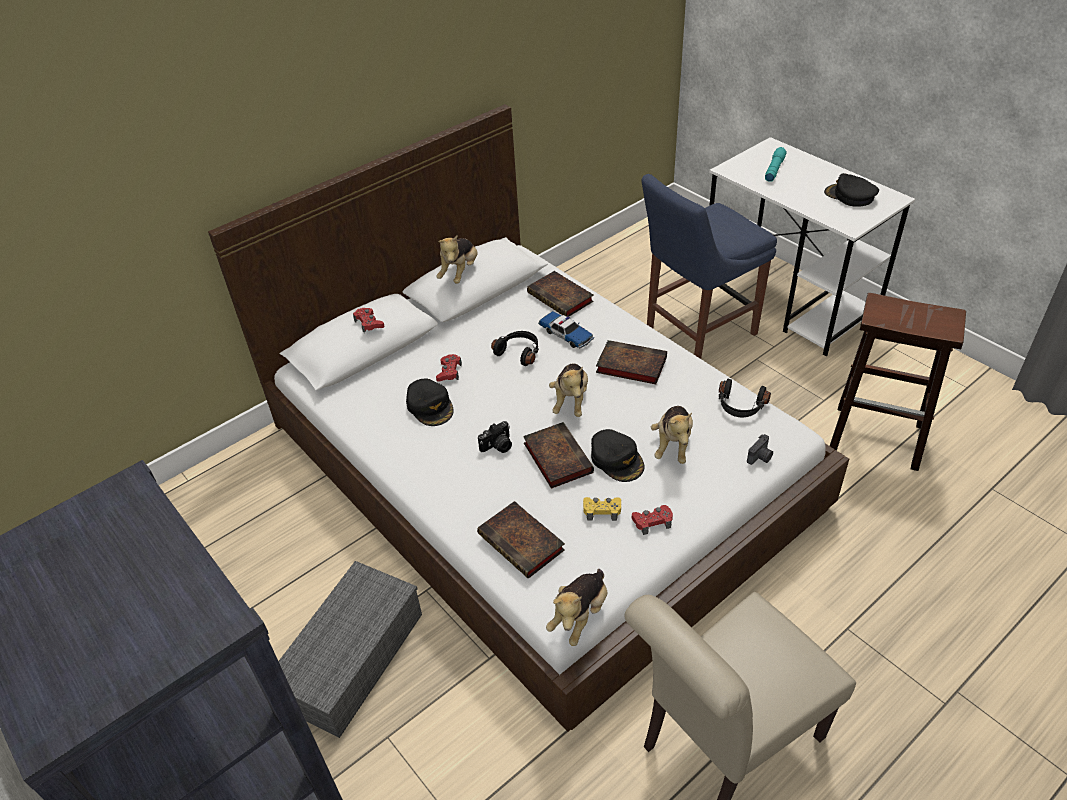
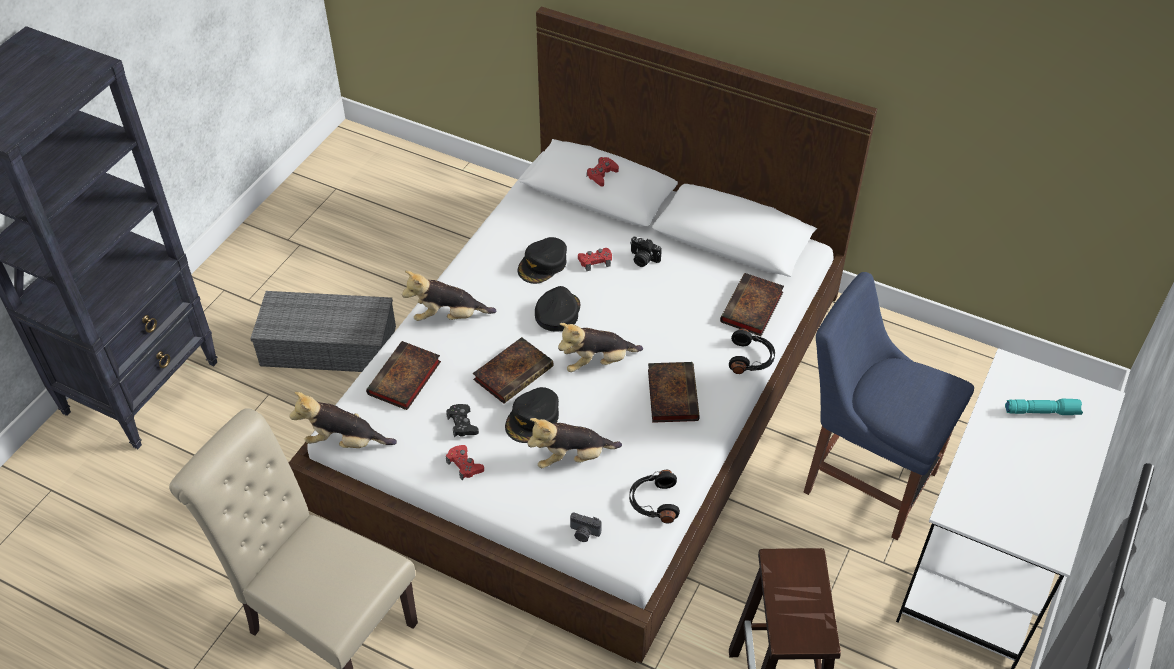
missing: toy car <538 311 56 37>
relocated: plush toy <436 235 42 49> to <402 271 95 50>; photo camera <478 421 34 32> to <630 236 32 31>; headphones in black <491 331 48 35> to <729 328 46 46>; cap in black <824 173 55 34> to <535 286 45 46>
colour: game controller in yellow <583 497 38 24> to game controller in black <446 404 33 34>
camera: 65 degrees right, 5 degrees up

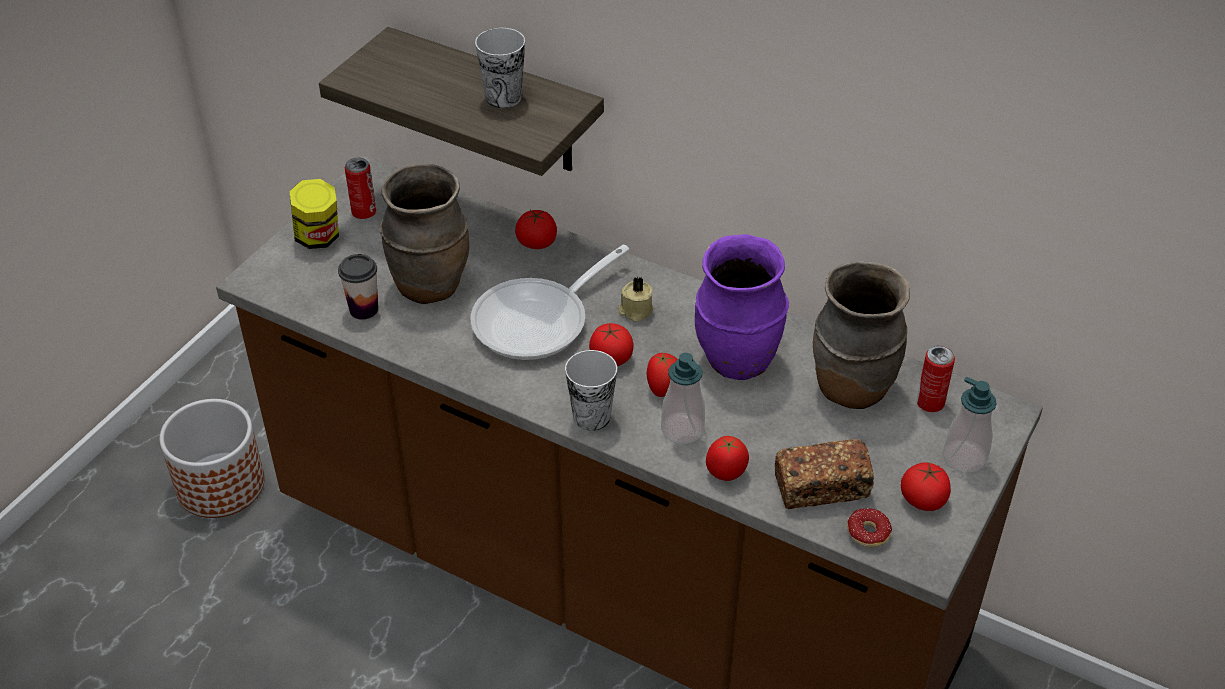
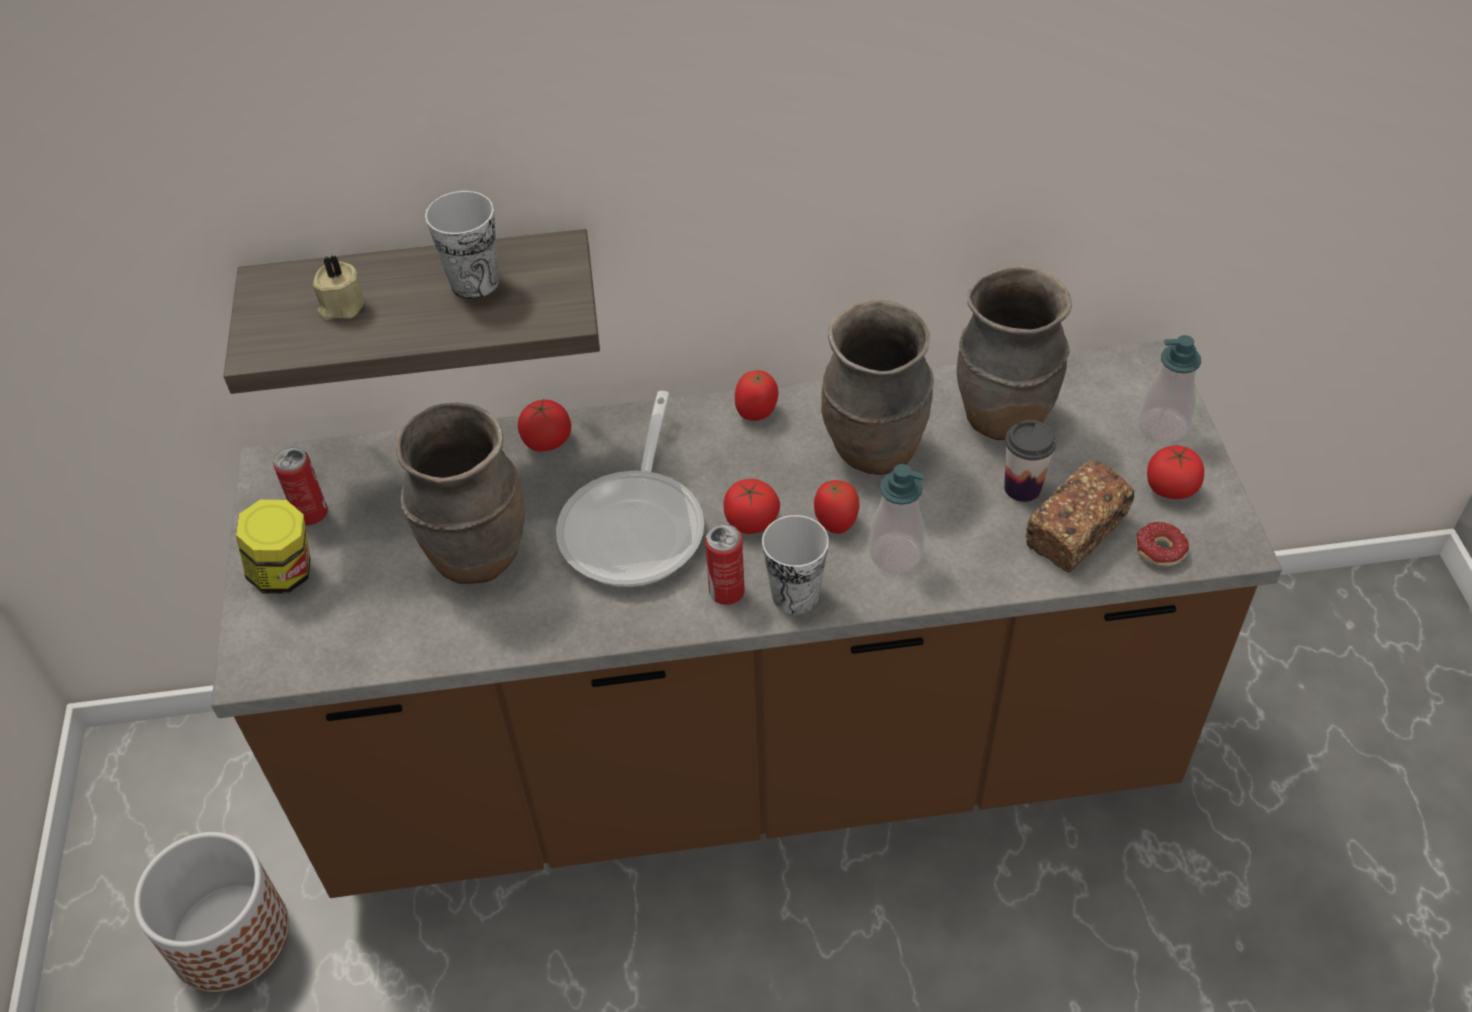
relocated: cup <338 254 40 66> to <1004 420 52 82>; candle in beige <619 276 34 46> to <313 255 51 64>; tomato <706 436 43 45> to <735 370 44 51>; can <916 346 39 66> to <705 524 40 81>
colour: vase in purple <695 234 94 146> to vase in brown <821 299 113 176>
camera: 35 degrees left, 5 degrees up

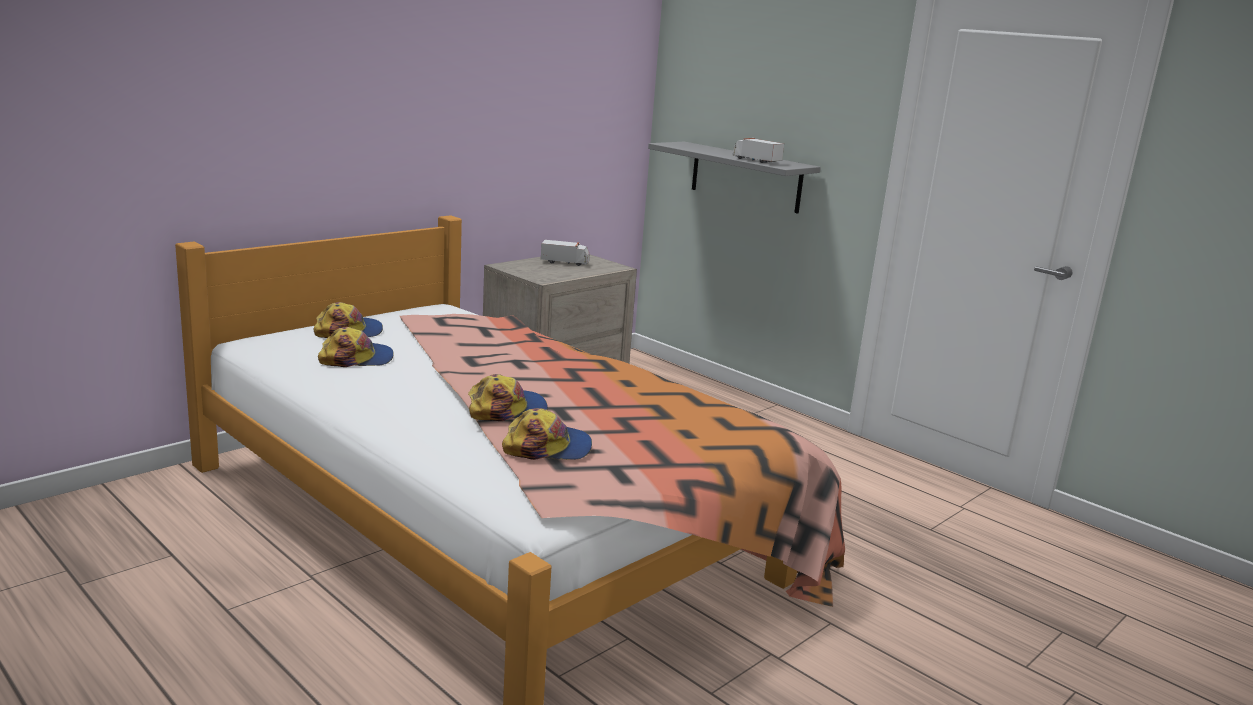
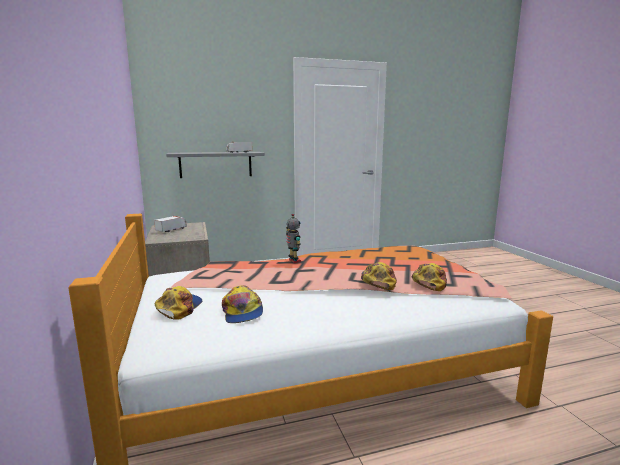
appeared: toy robot <286 214 15 49>
spun: cap <318 327 76 40> = <222 285 41 38> 150 degrees clockwise
camera: 60 degrees left, 5 degrees down

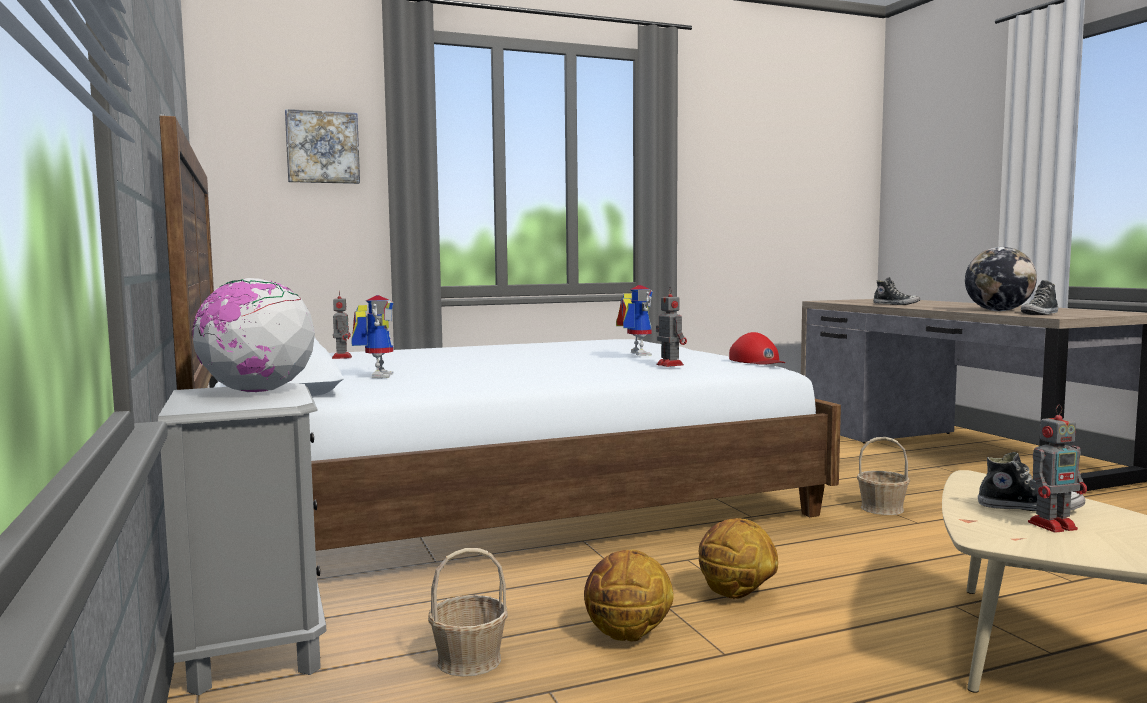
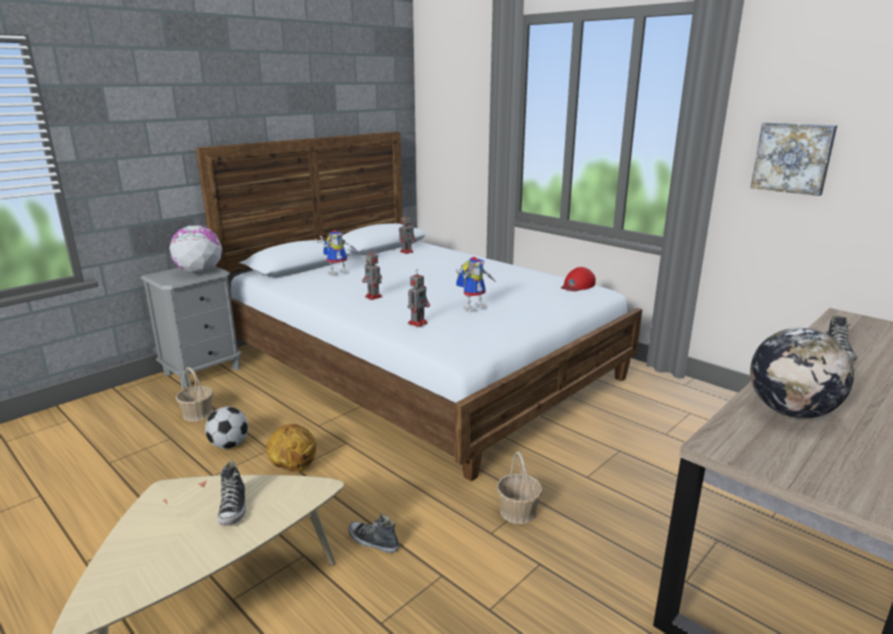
relocated: picture <285 109 75 75> to <751 122 86 74>; cap in red <729 332 56 33> to <561 267 35 24>; shoe <1021 280 37 35> to <348 514 51 39>; toy robot <1028 404 59 129> to <362 248 20 52>
exchanged: basketball <584 550 90 92> to football <205 406 43 43>
camera: 65 degrees right, 15 degrees up

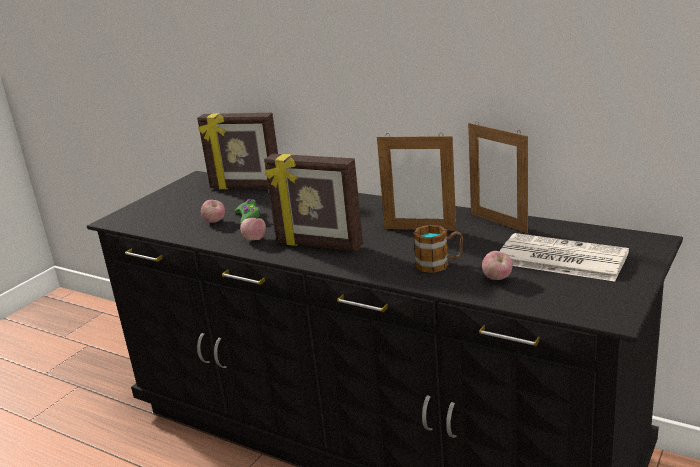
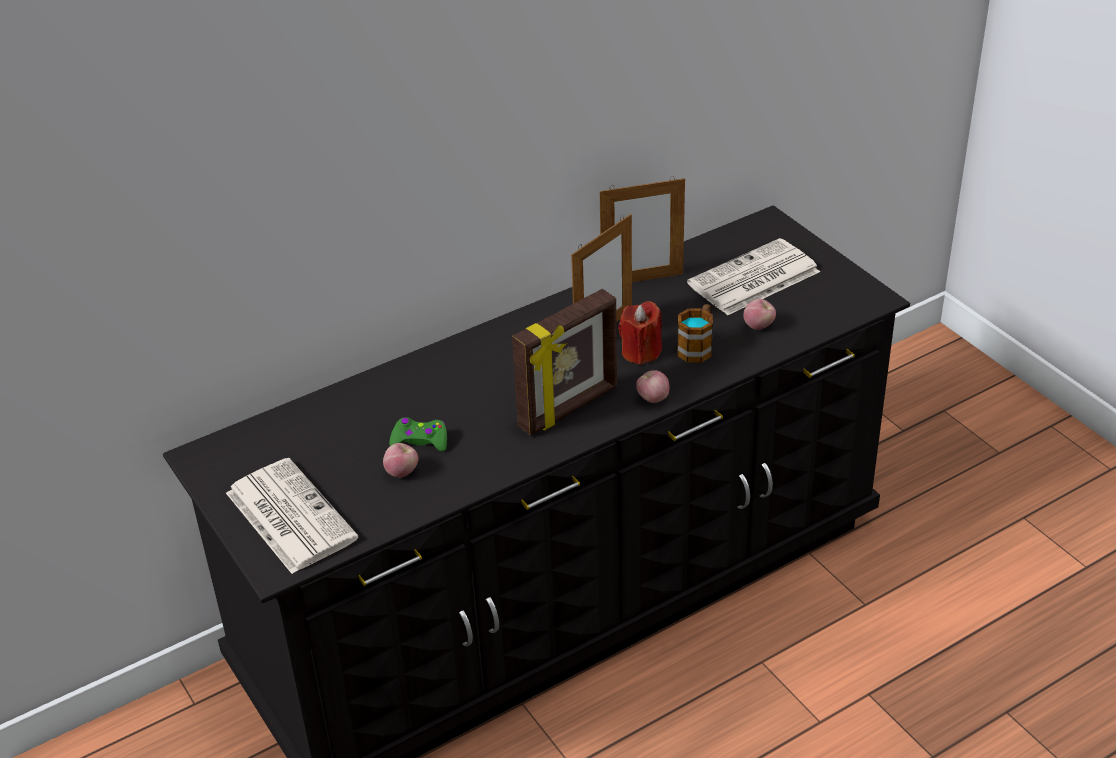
missing: picture frame <197 113 81 76>
appeared: newspaper <226 458 133 116>; candle in red <618 301 44 64>
relocated: apple <240 218 26 22> to <636 370 33 33>
camera: 65 degrees left, 15 degrees up

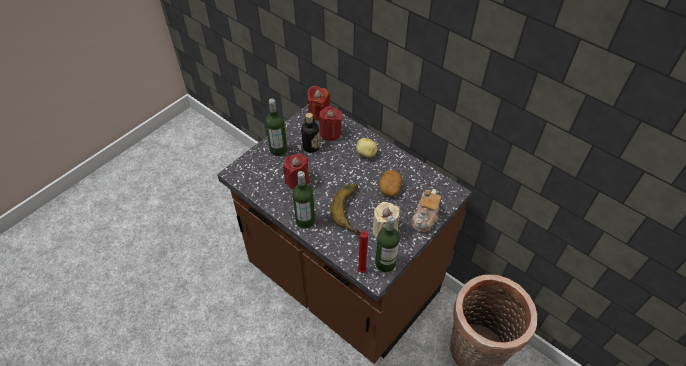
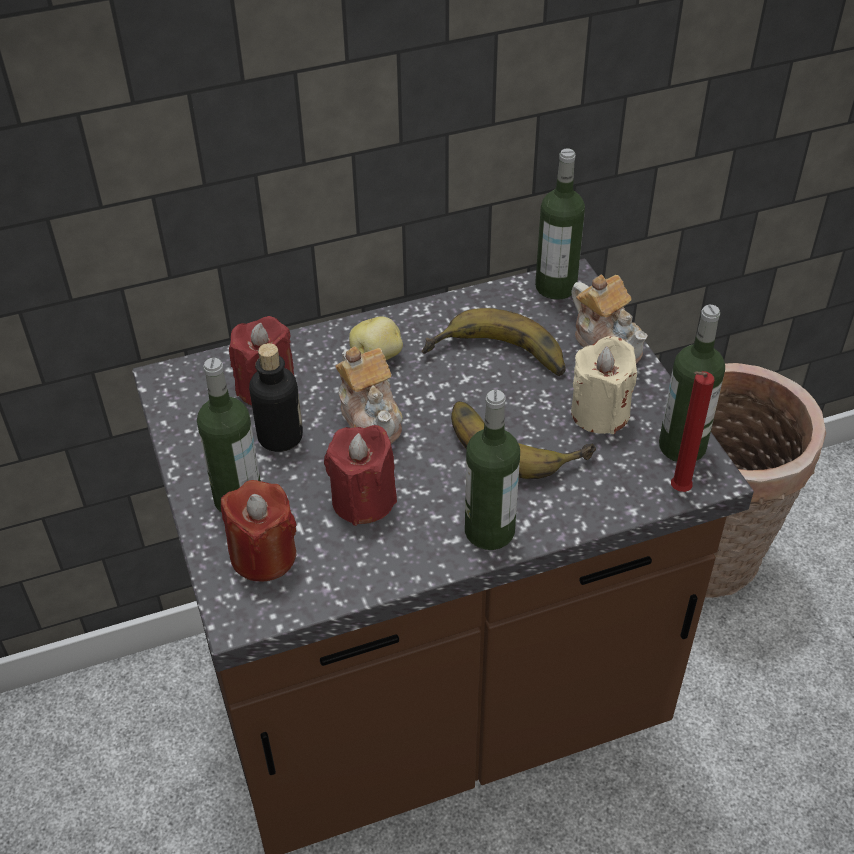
appeared: teapot <335 346 68 98>; bottle <535 148 50 152>
relocated: candle in red <307 85 23 35> to <221 480 76 102>
exchanged: potato <379 170 23 27> to banana <422 308 144 68>
camera: 60 degrees left, 5 degrees down

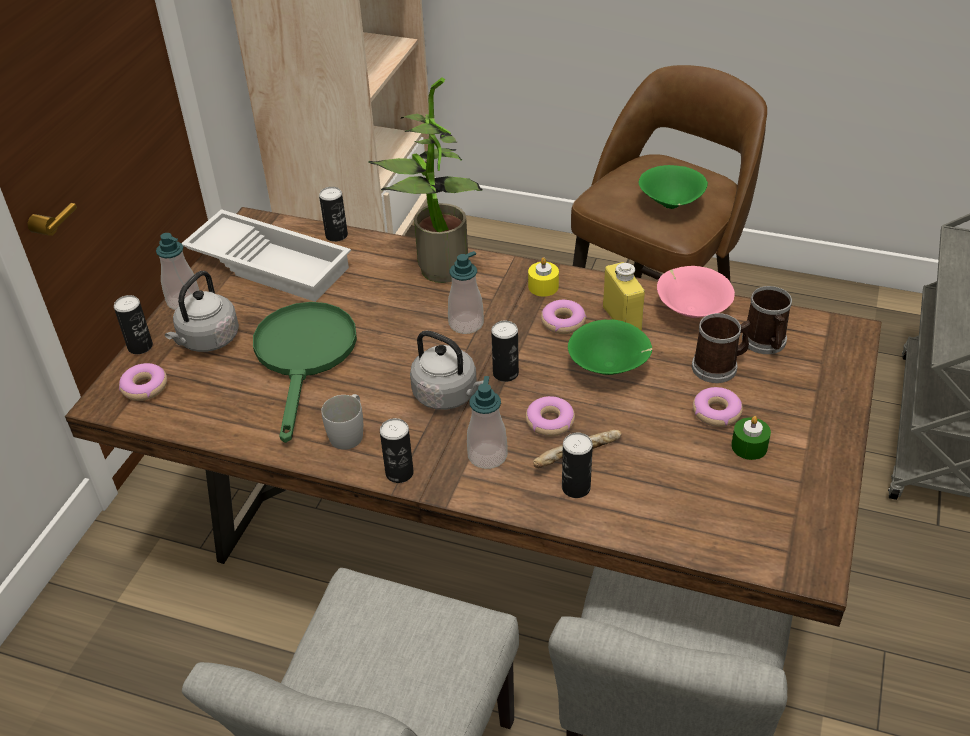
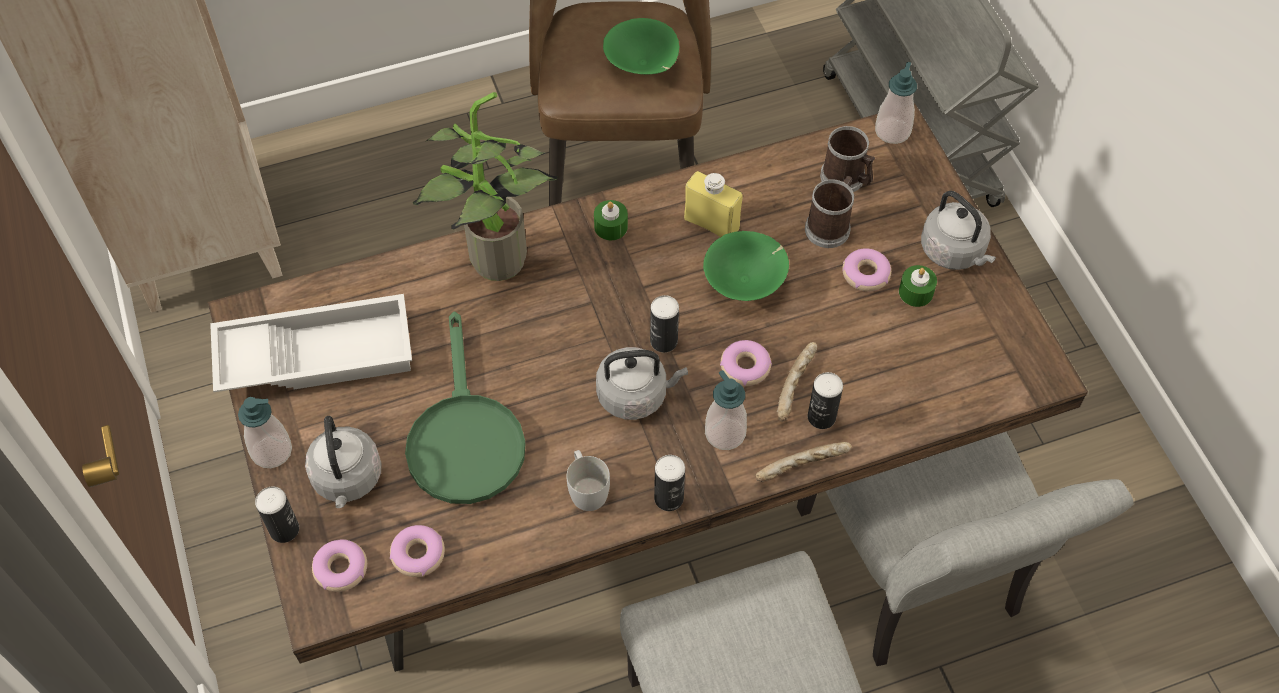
missing: can <319 187 29 55>; bowl in pink <657 266 78 52>
appeared: bread <756 442 96 40>; kettle in grey <921 191 75 79>
relocated: soap dispenser <448 251 36 83> to <875 62 42 82>; donut <541 300 45 34> to <390 525 55 52>
colour: candle in yellow <528 257 31 40> to candle in green <594 200 34 40>
spun: frying pan in green <253 302 104 141> = <405 311 121 193> 150 degrees counterclockwise
camera: 40 degrees left, 15 degrees up

